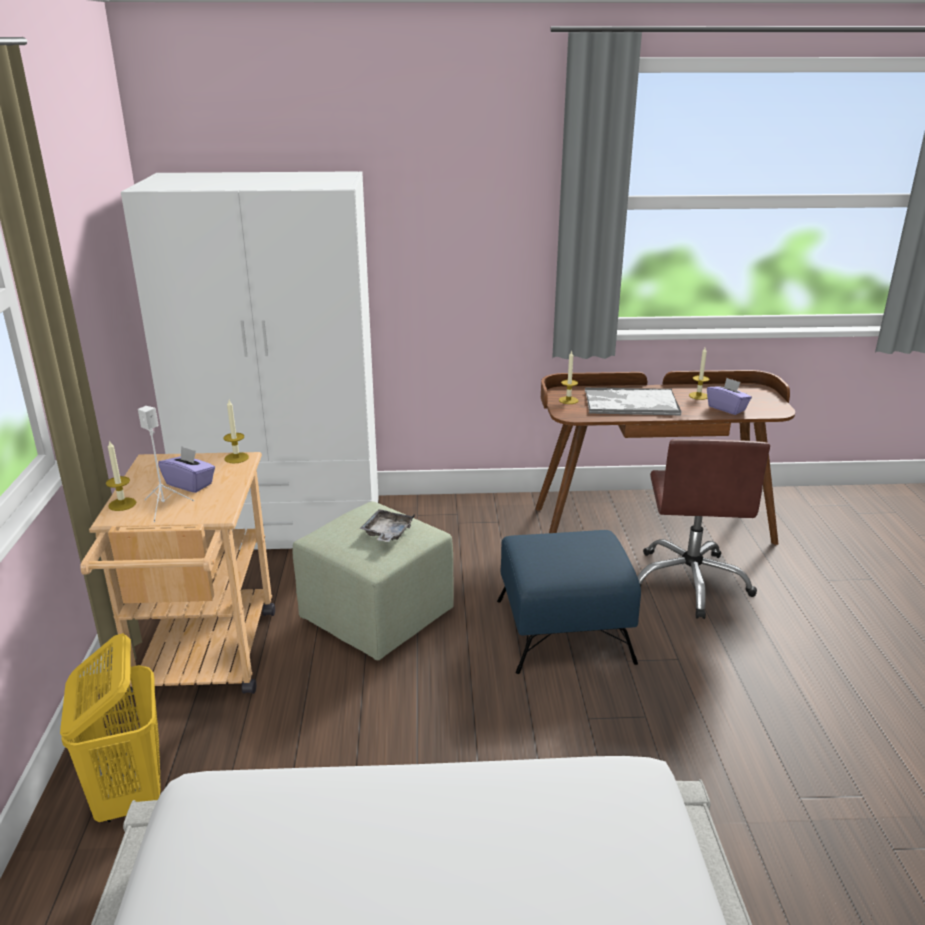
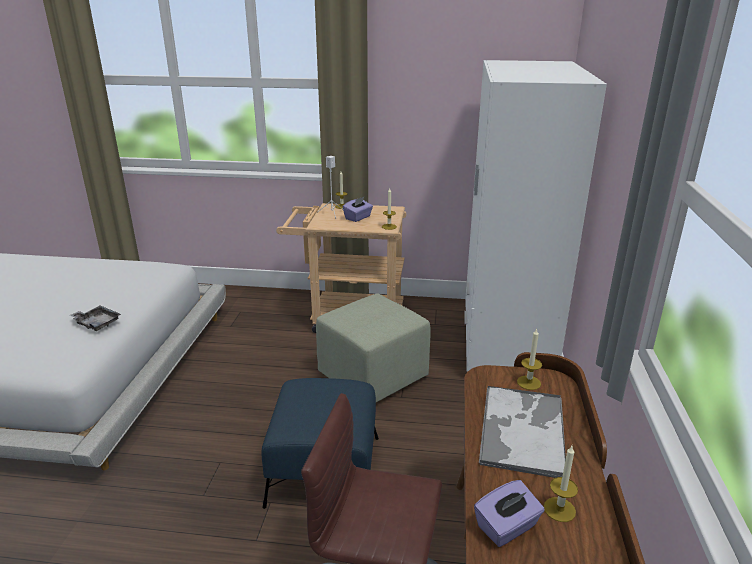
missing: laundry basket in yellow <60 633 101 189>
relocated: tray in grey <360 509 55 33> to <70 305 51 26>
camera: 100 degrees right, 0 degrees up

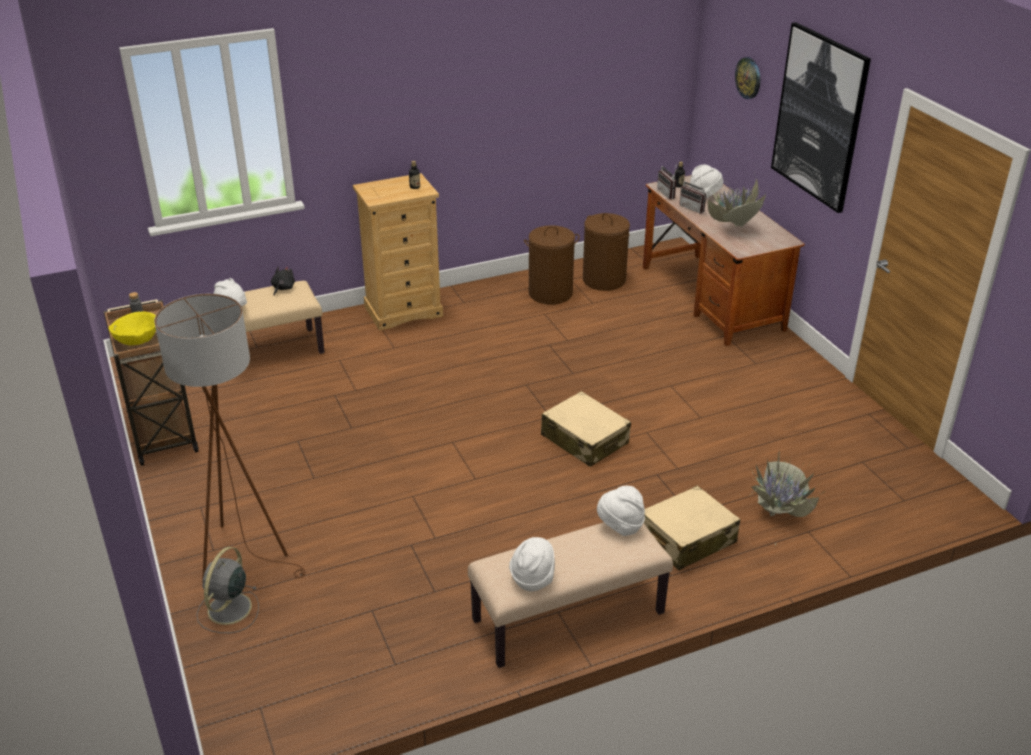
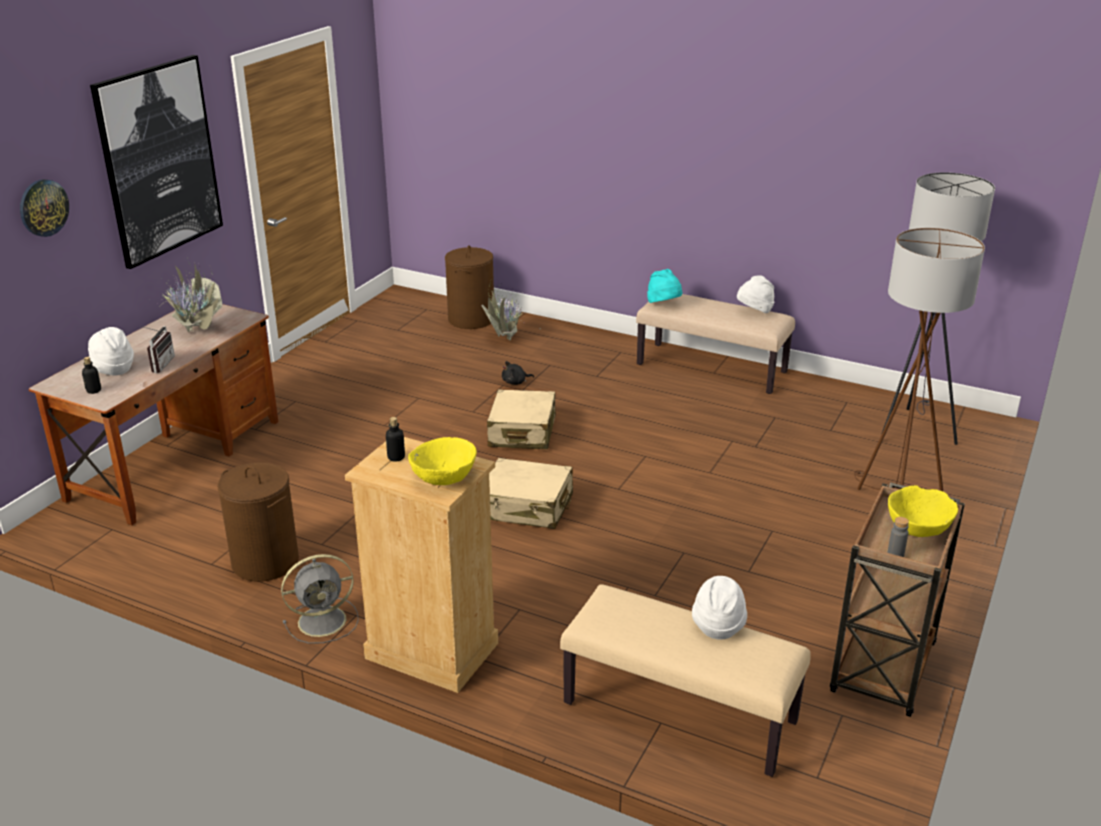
missing: radio <657 162 20 38>
appeared: bowl in yellow <408 437 69 48>; floor lamp in grey <881 172 114 273>
relocated: fan in grey <196 547 63 86> to <281 554 78 90>; plush toy in black <271 266 24 30> to <502 361 32 24>; laundry basket in brown <583 213 47 78> to <445 245 49 84>; suitcase in beige <644 486 96 84> to <489 458 84 71>
colour: hat in white <597 486 48 50> to hat in turquoise <647 269 36 34>
camera: 130 degrees left, 5 degrees down

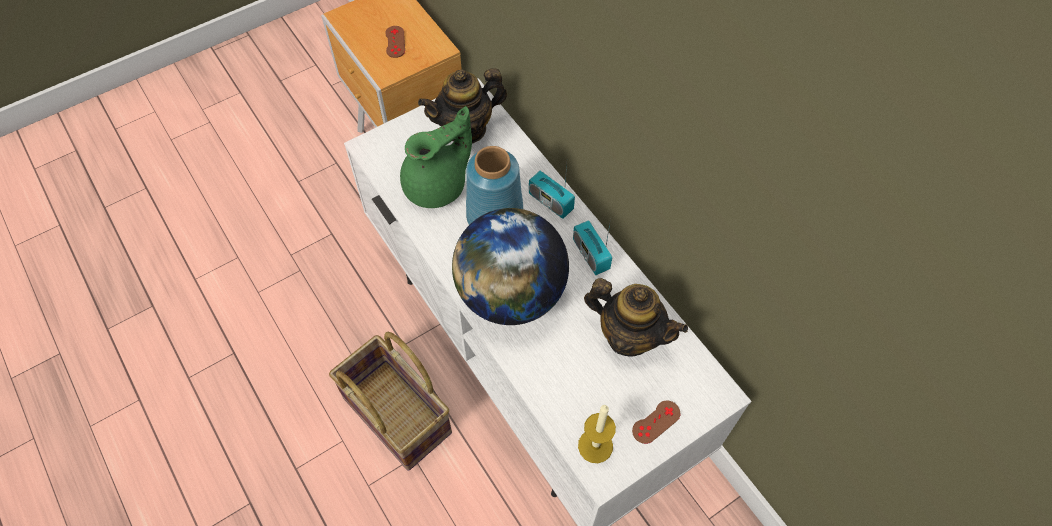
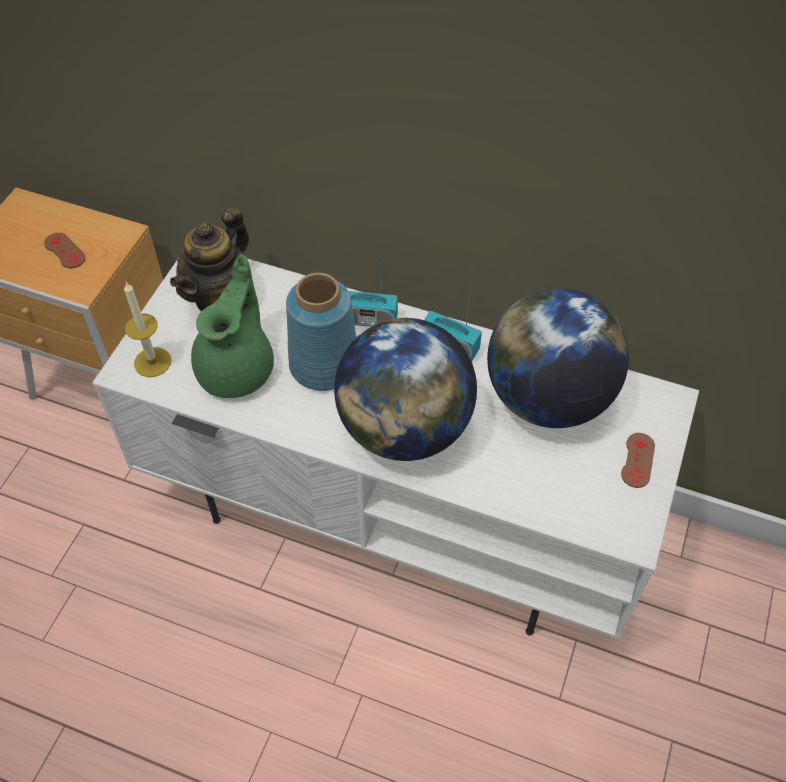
missing: basket <329 332 123 139>
relocated: candle <578 405 38 58> to <124 282 47 95>
exchanged: teapot <584 278 104 79> to globe <487 288 142 140>
camera: 35 degrees left, 5 degrees down

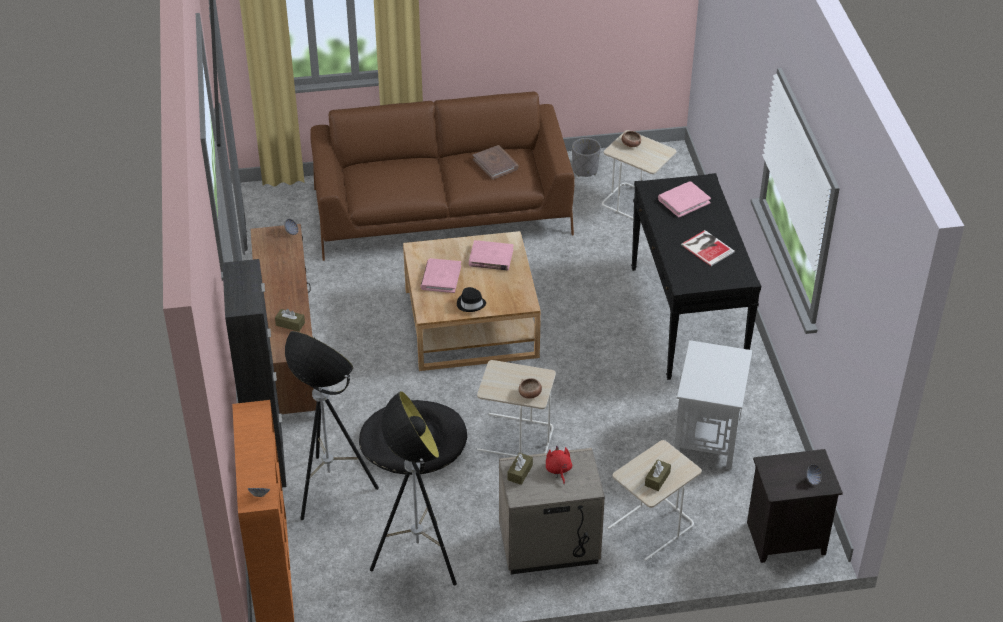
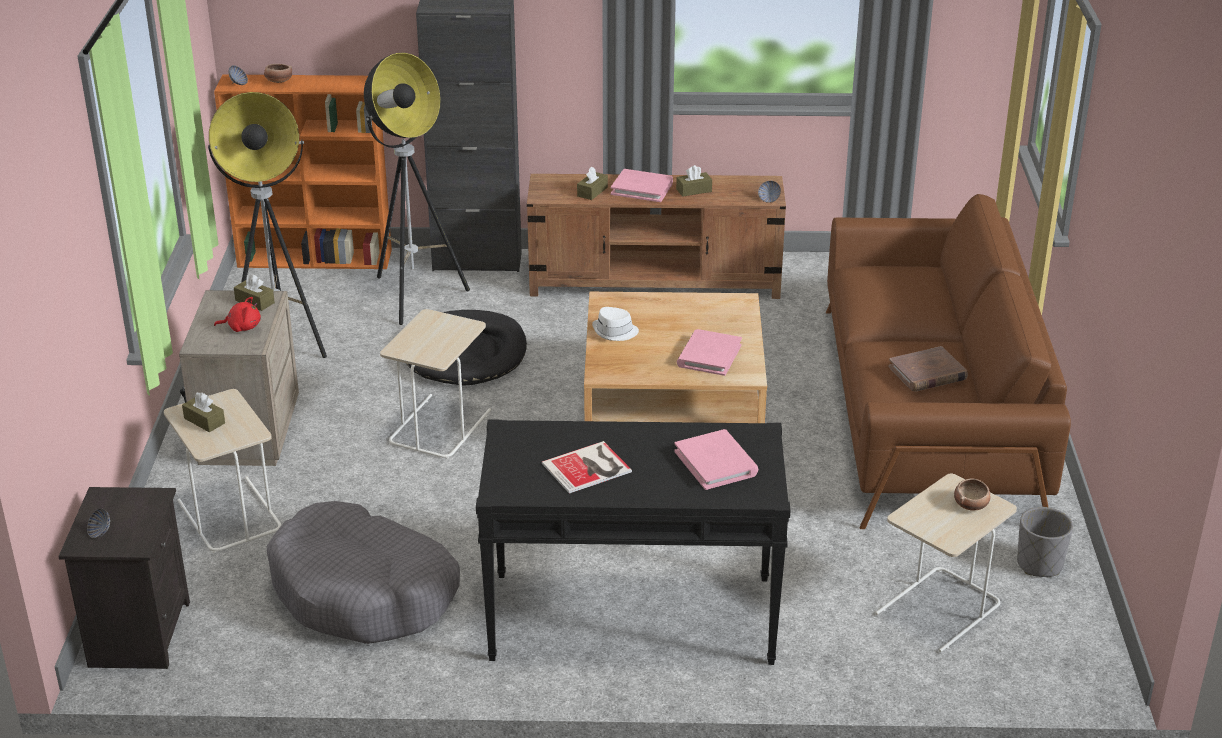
appeared: tissue box in brown <676 165 36 32>
relocated: book in pink <421 258 40 35> to <611 169 62 33>; bowl <519 378 23 21> to <264 64 28 19>
exchanged: side table in white <674 340 78 130> to dog bed in grey <267 501 193 143>
colour: hat in black <457 287 29 25> to hat in white <592 307 47 34>
camera: 100 degrees right, 10 degrees down

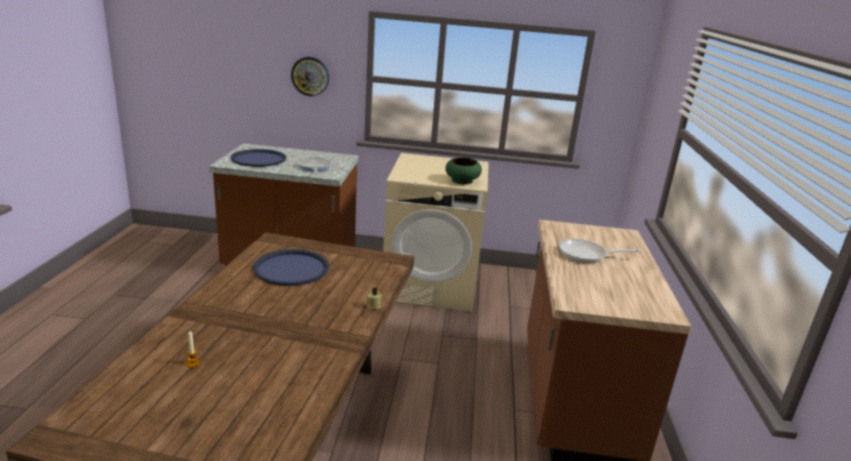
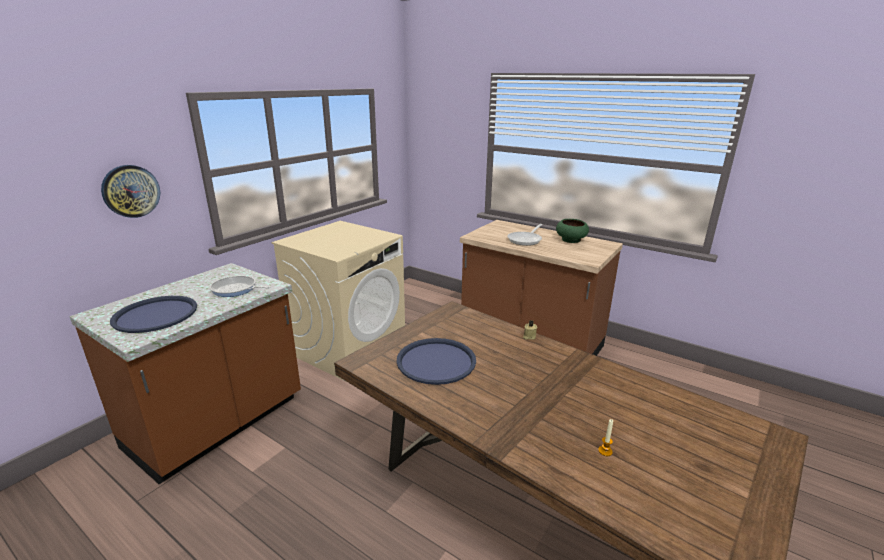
relocated: bowl in green <445 157 37 27> to <556 219 33 24>
camera: 60 degrees left, 0 degrees up

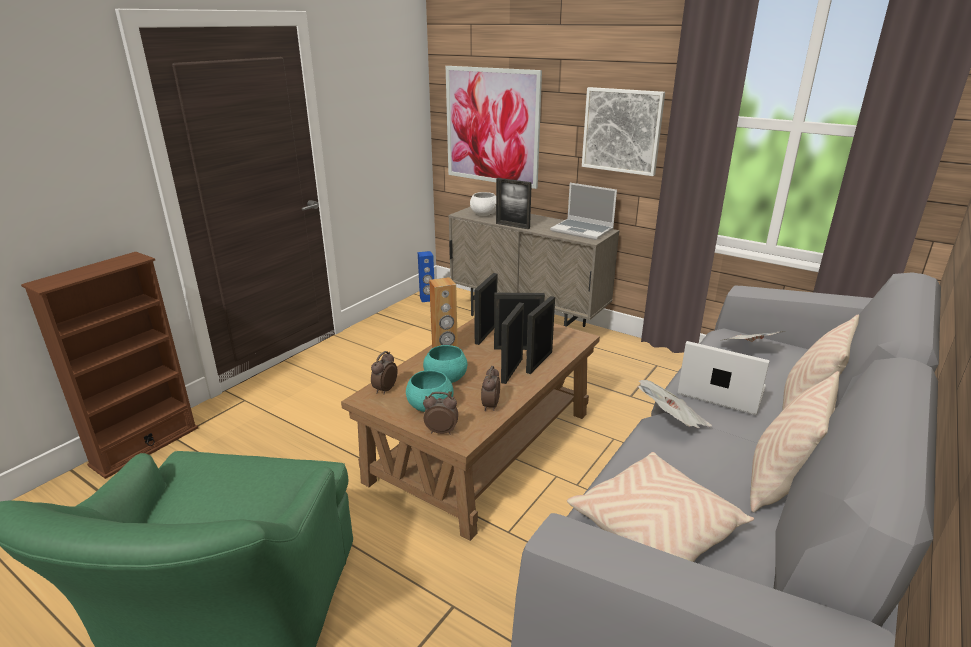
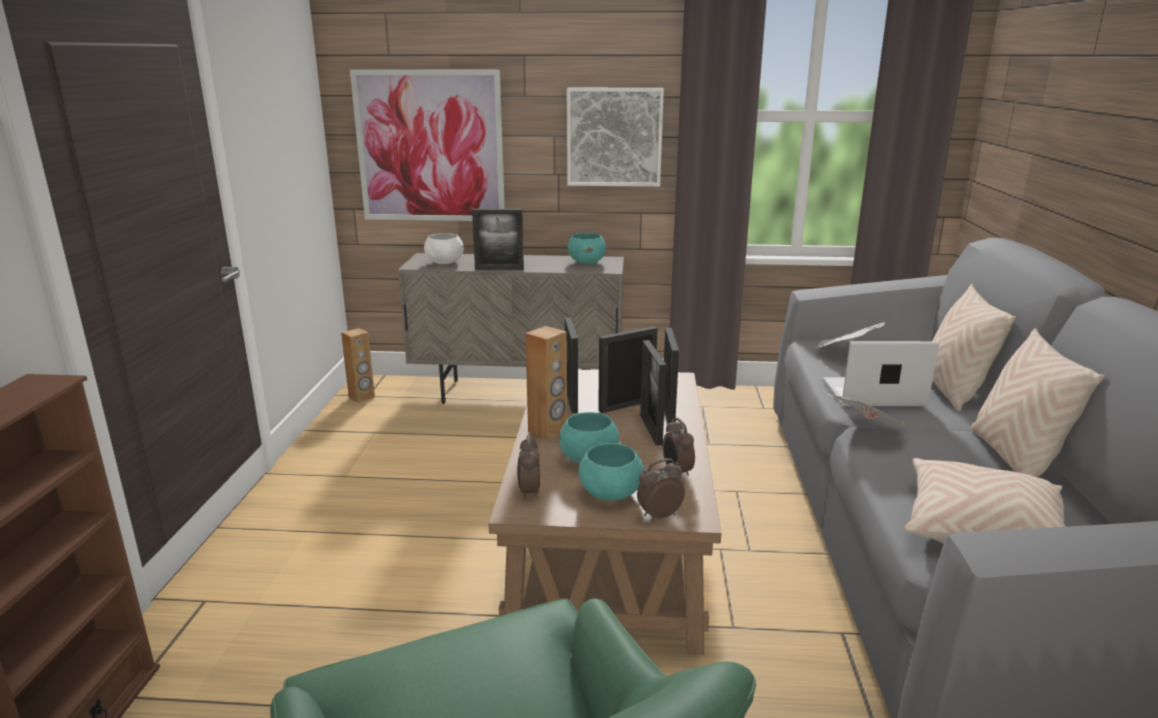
exchanged: laptop <550 183 67 57> to bowl in turquoise <568 233 38 31>
colour: speaker in blue <418 251 16 51> to speaker in brown <341 328 34 75>
camera: 30 degrees left, 5 degrees down

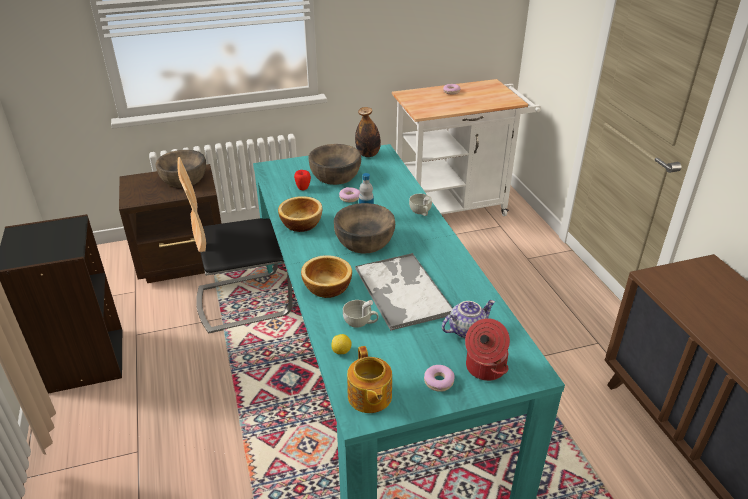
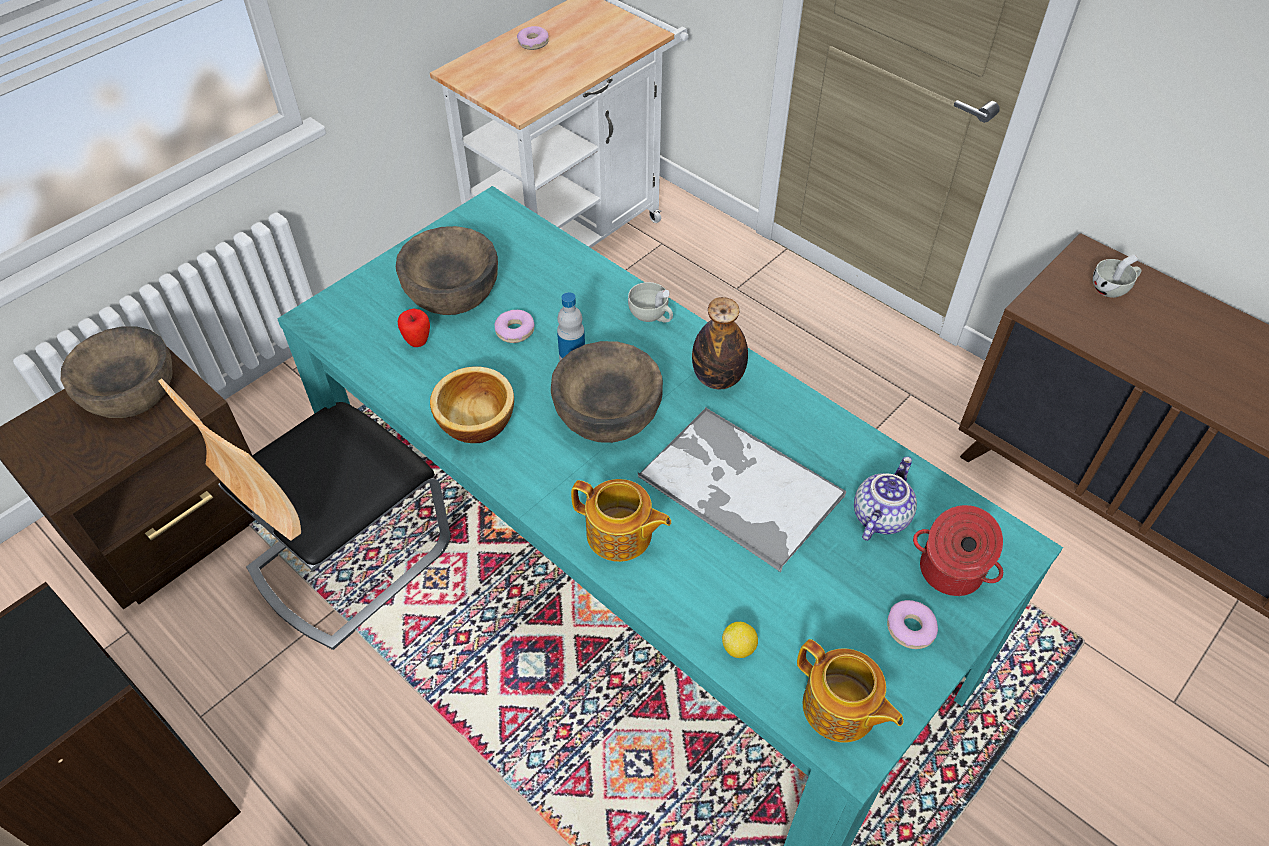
relocated: cup in white <343 300 36 28> to <1093 254 49 44>; bottle <355 107 26 50> to <692 297 56 92>
exchanged: bowl <301 255 51 43> to teapot <571 479 100 83>
camera: 30 degrees left, 15 degrees up

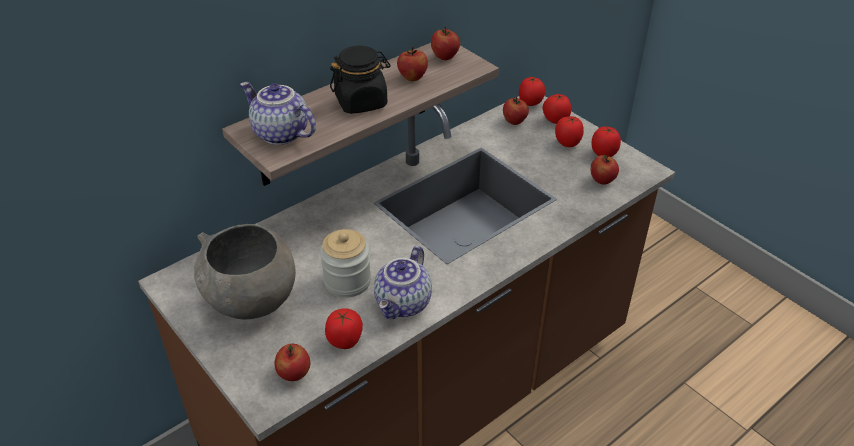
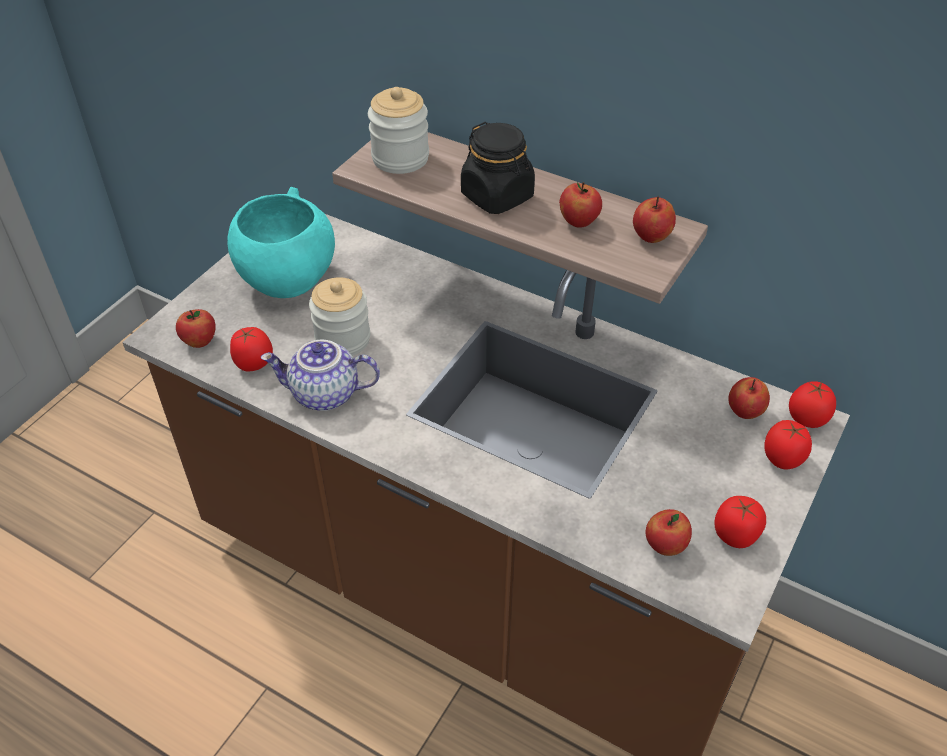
missing: tomato <555 116 29 31>
exchanged: teapot <240 82 76 63> to jar <368 87 61 87>
colour: bowl in grey <194 224 102 96> to bowl in turquoise <227 187 108 111>
camera: 70 degrees right, 5 degrees up

